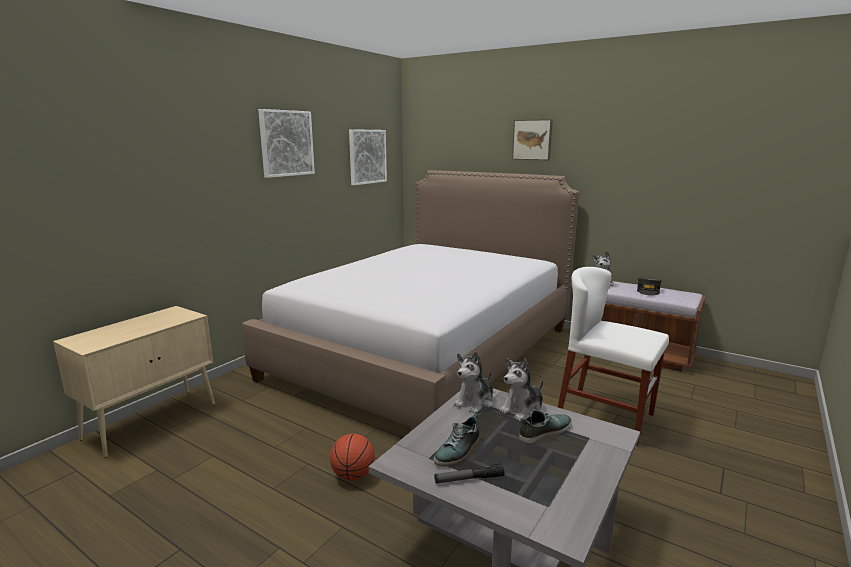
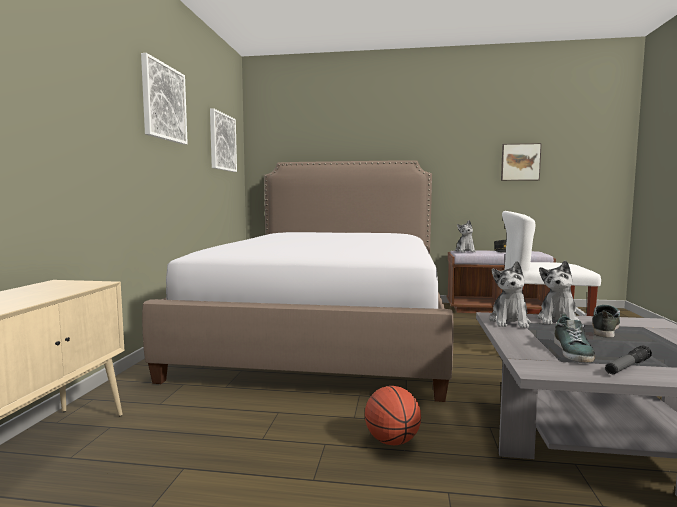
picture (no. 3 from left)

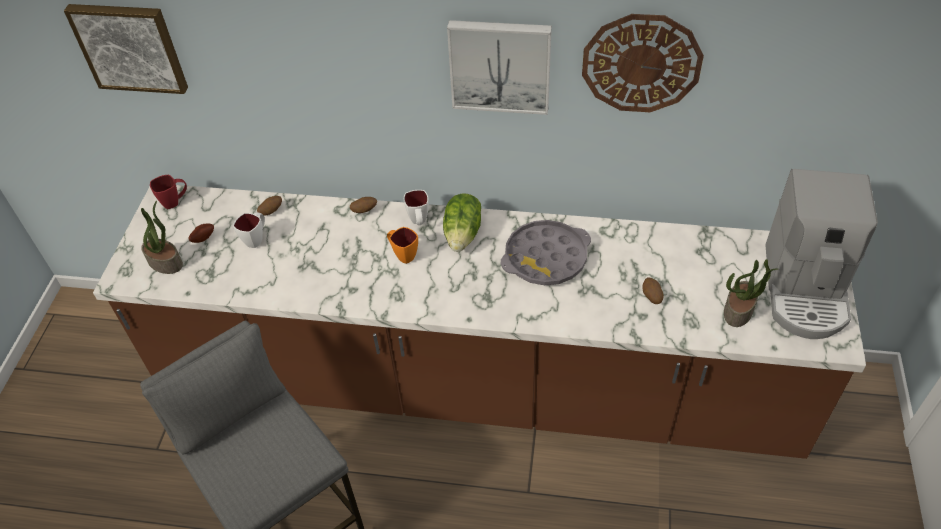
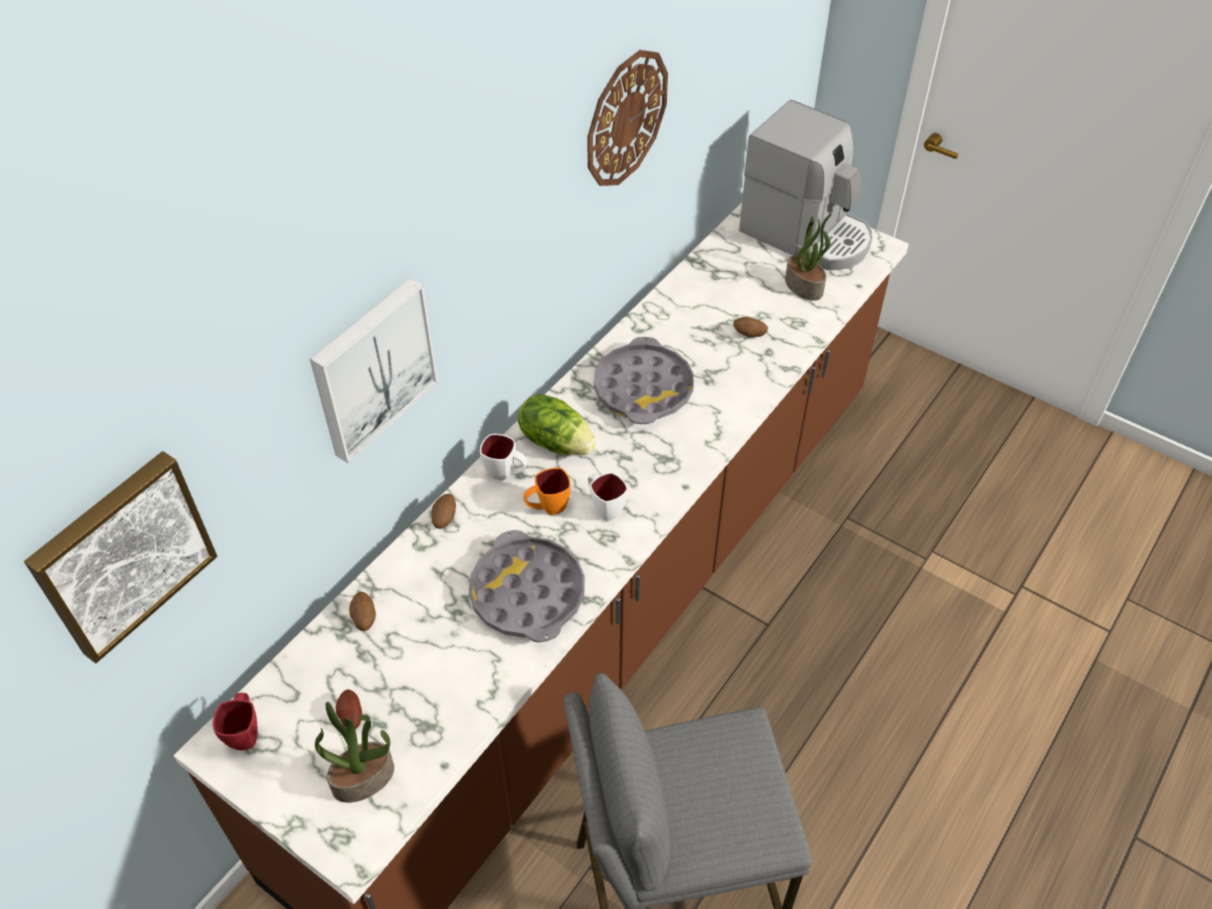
mug (white) (no. 2 from left); picture (no. 2 from left); tray (grey) (no. 1 from left)

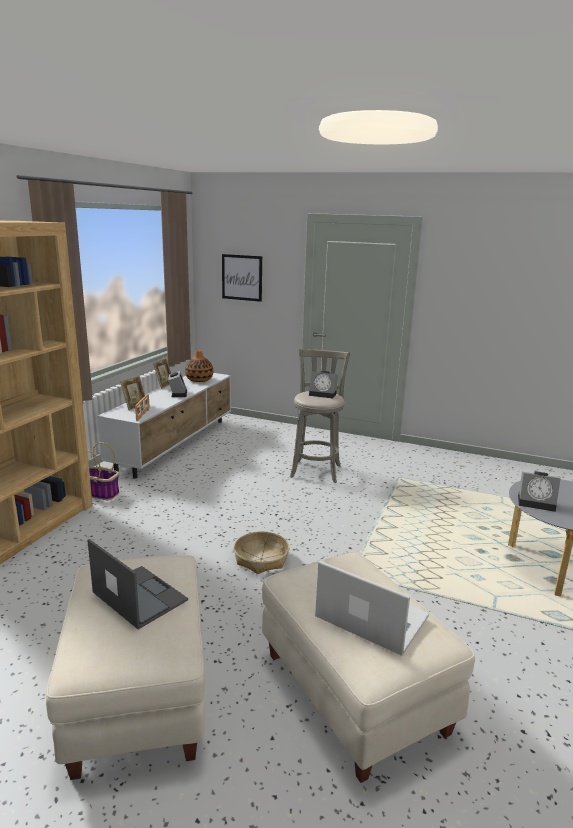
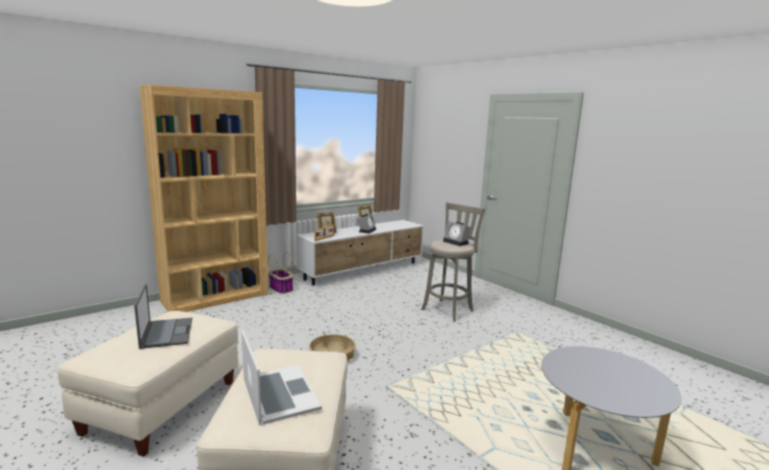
vase; picture; alarm clock (no. 3 from left in the first image)

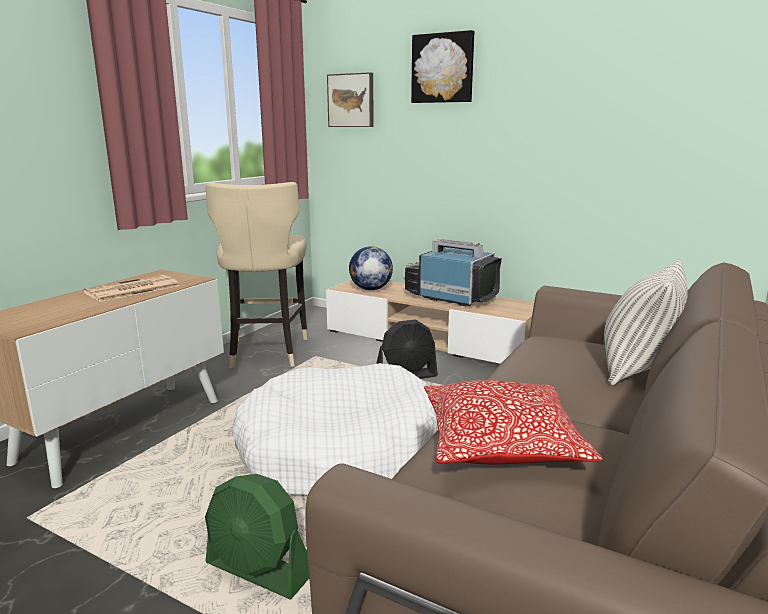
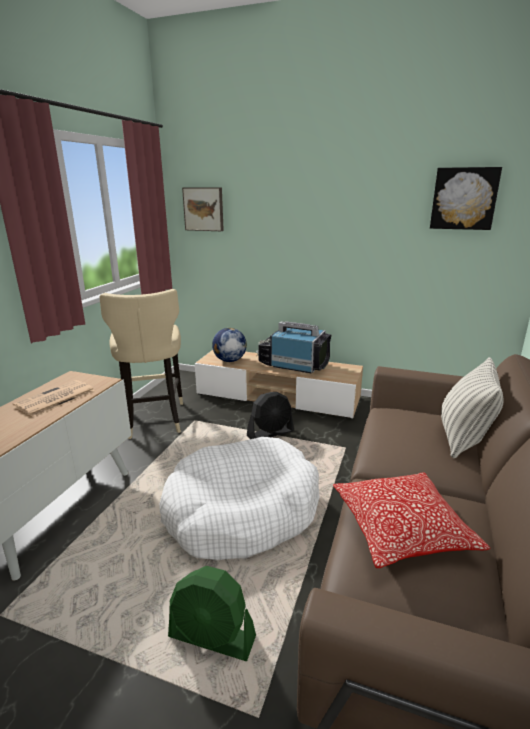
picture (no. 2 from left)

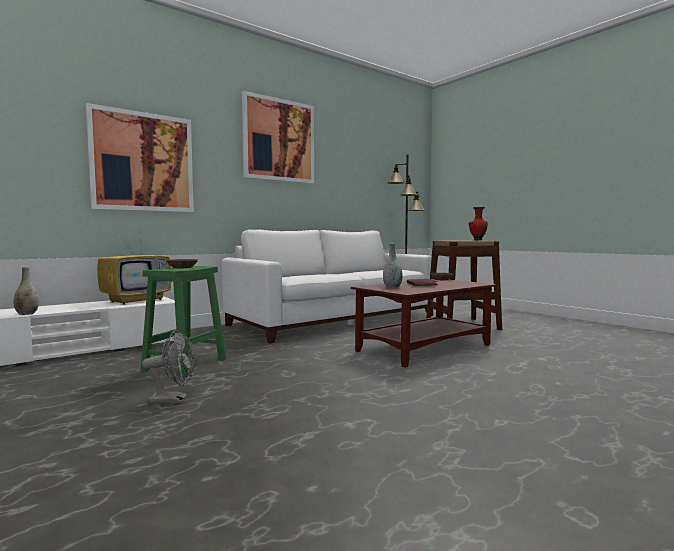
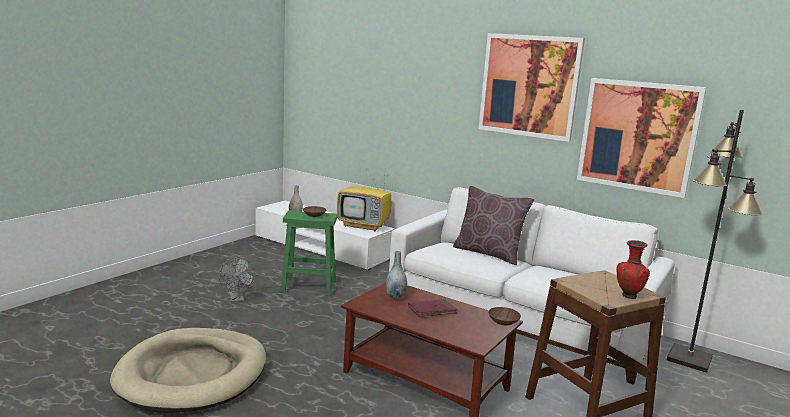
picture (no. 2 from left); dog bed (beige); pillow (brown)

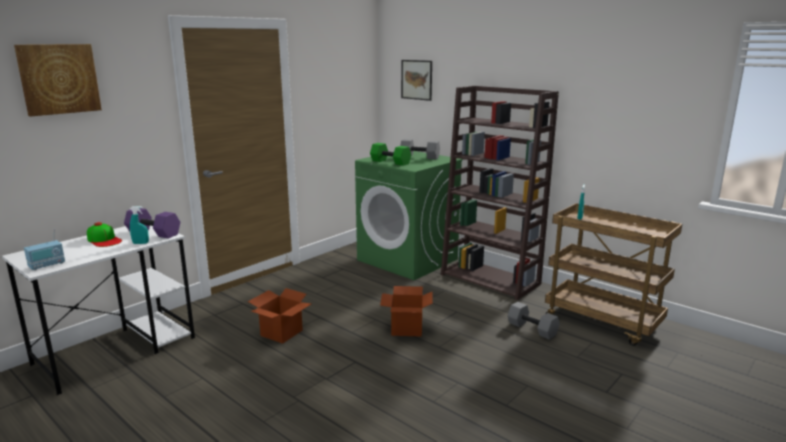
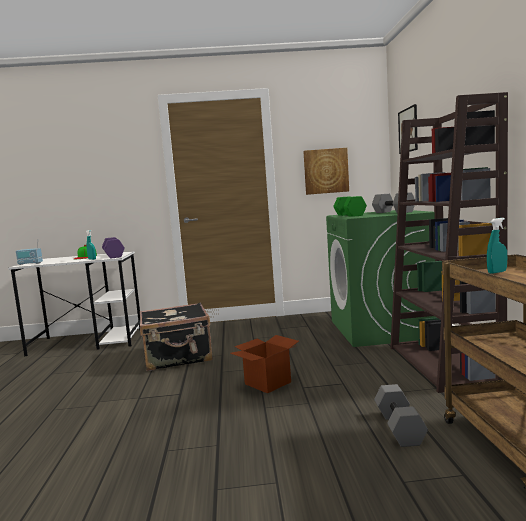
picture (no. 1 from left); suitcase (black)

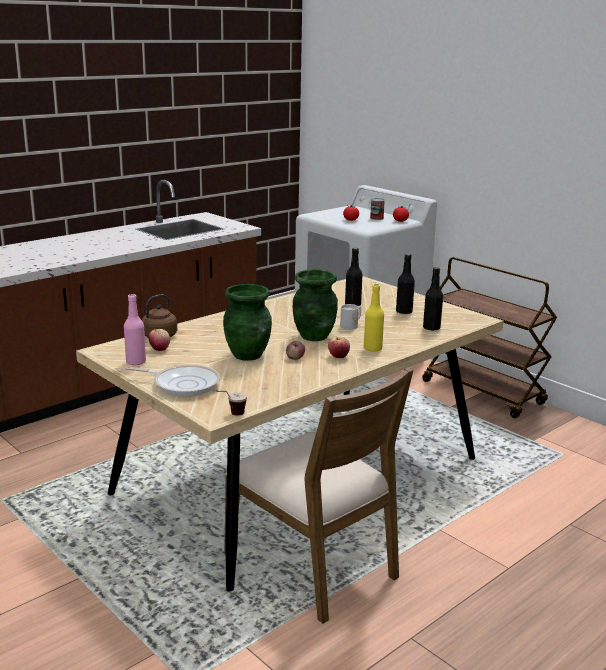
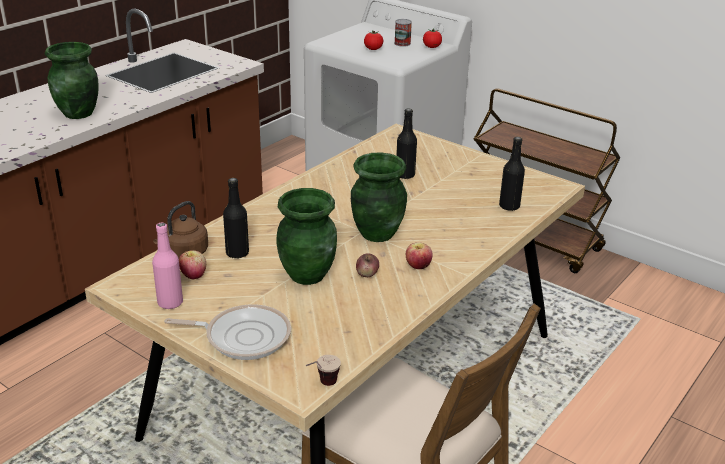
mug (white); bottle (yellow); bottle (black) (no. 1 from left); vase (green) (no. 1 from left)

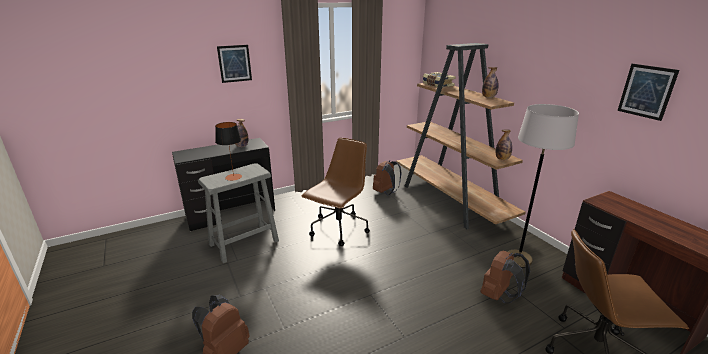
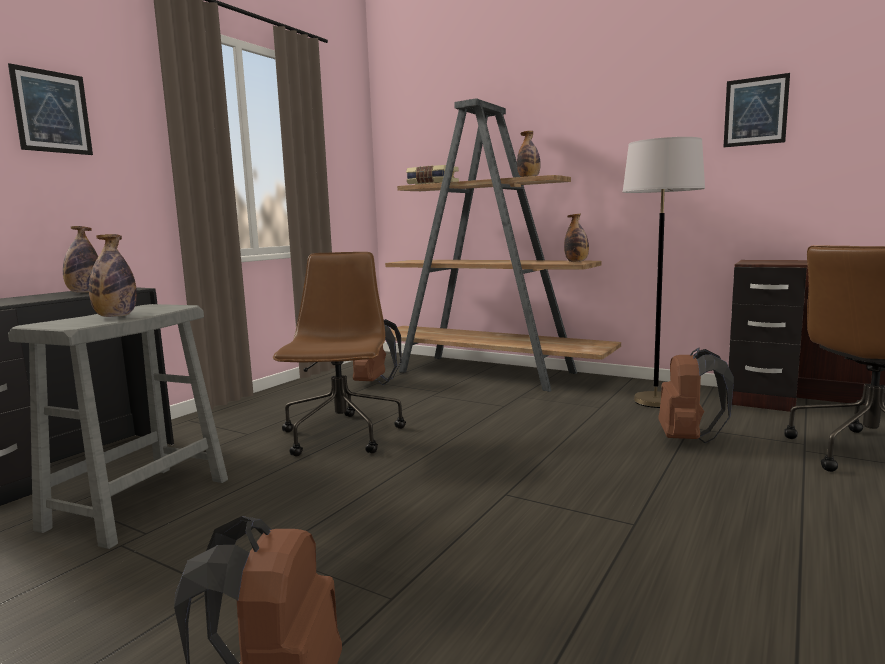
bottle (no. 2 from left)

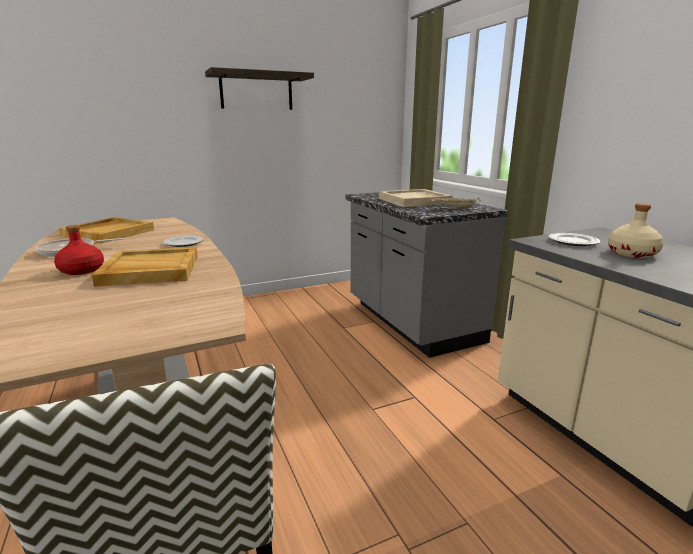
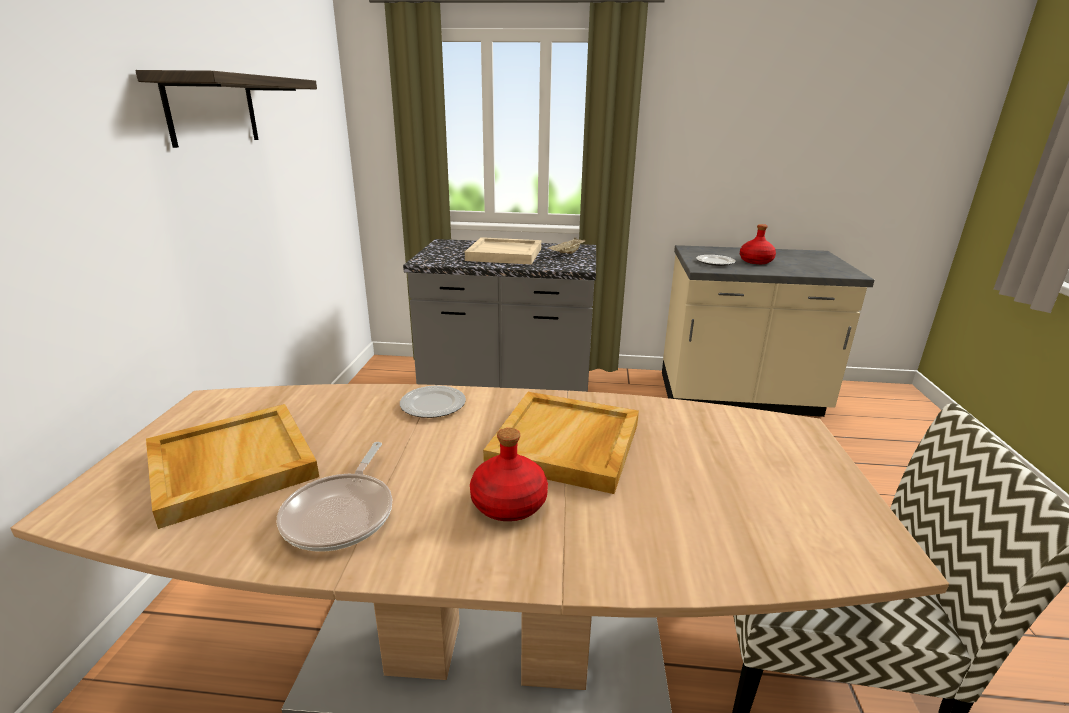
bottle (red) (no. 2 from left)

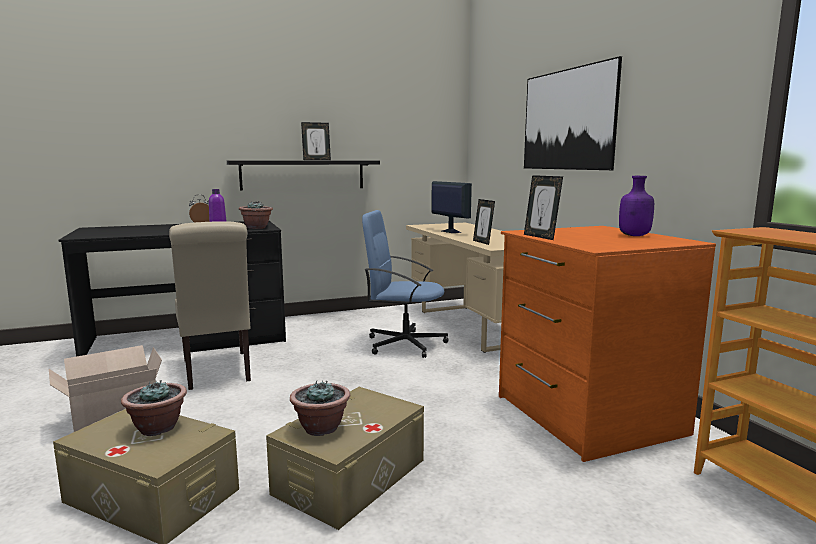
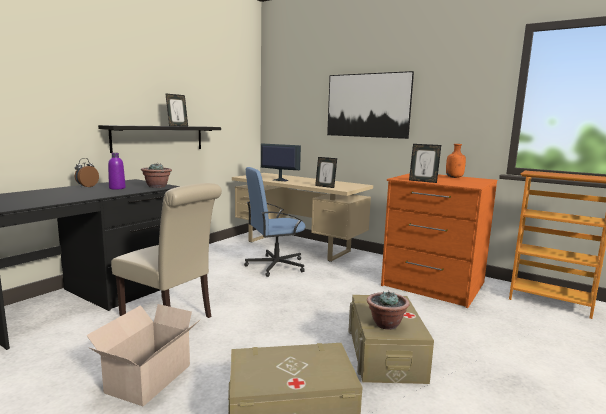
potted plant (no. 1 from left in the first image); bottle (orange)

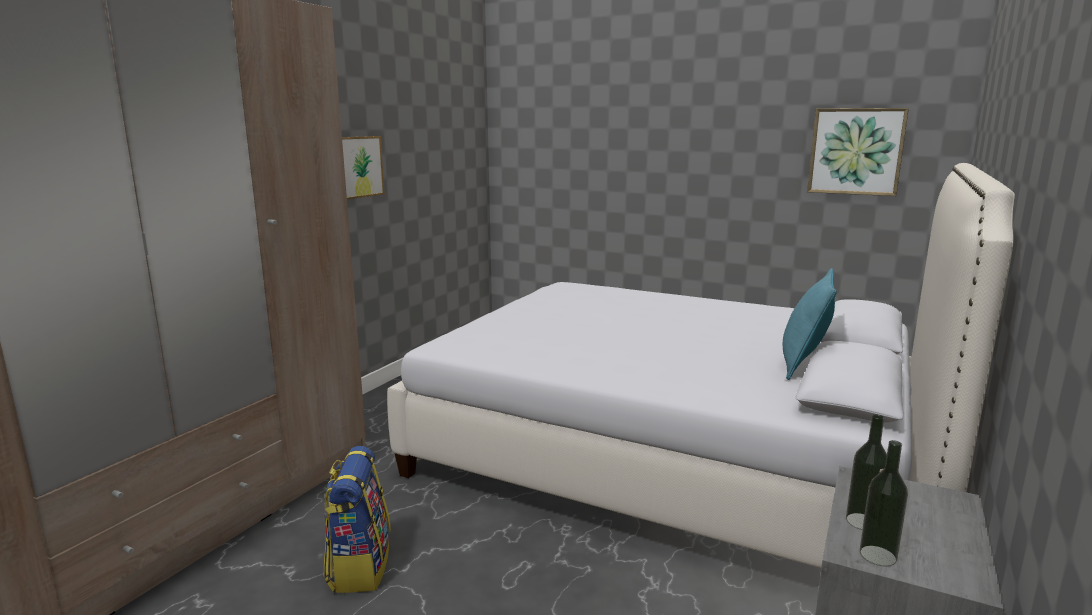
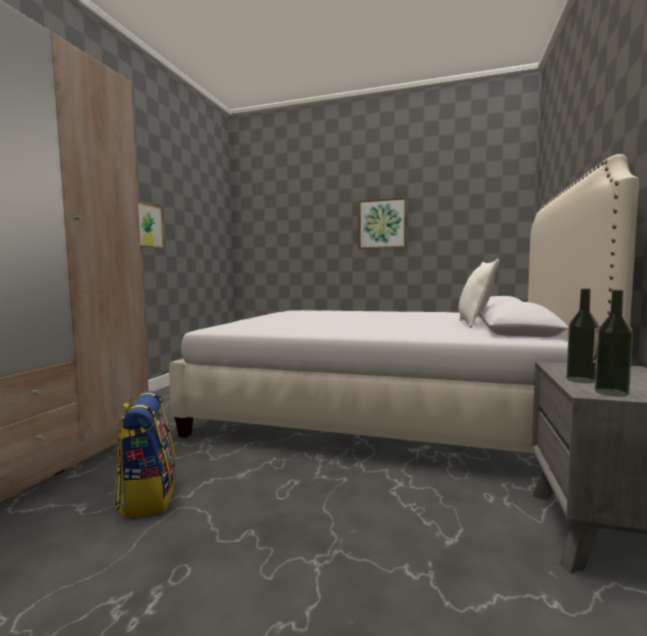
pillow (white); picture (no. 2 from left)

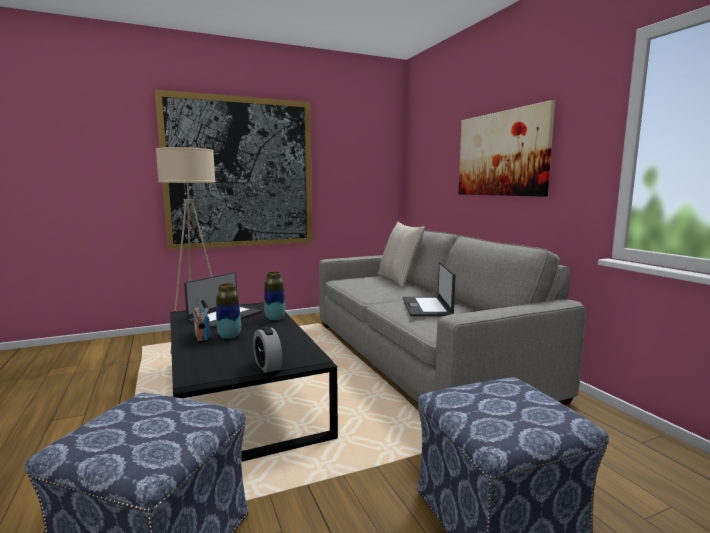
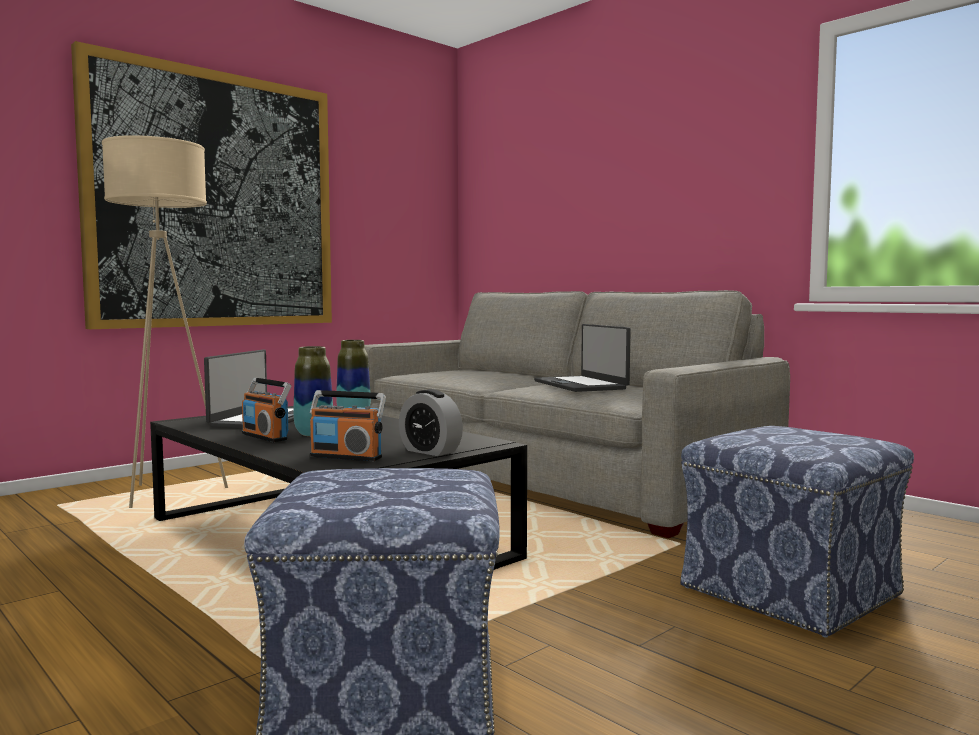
pillow (beige); picture (no. 2 from left in the first image); radio (no. 2 from left)

